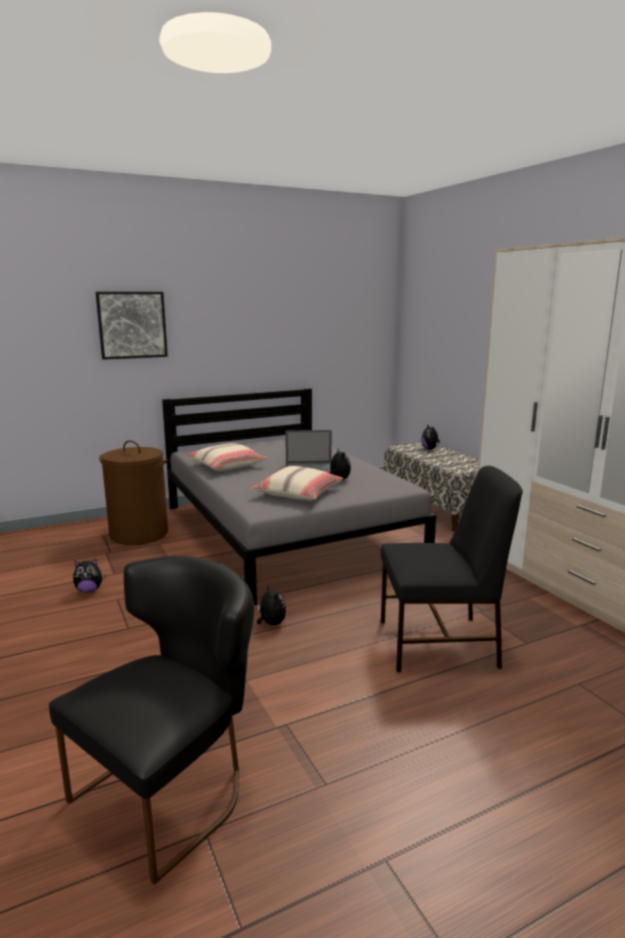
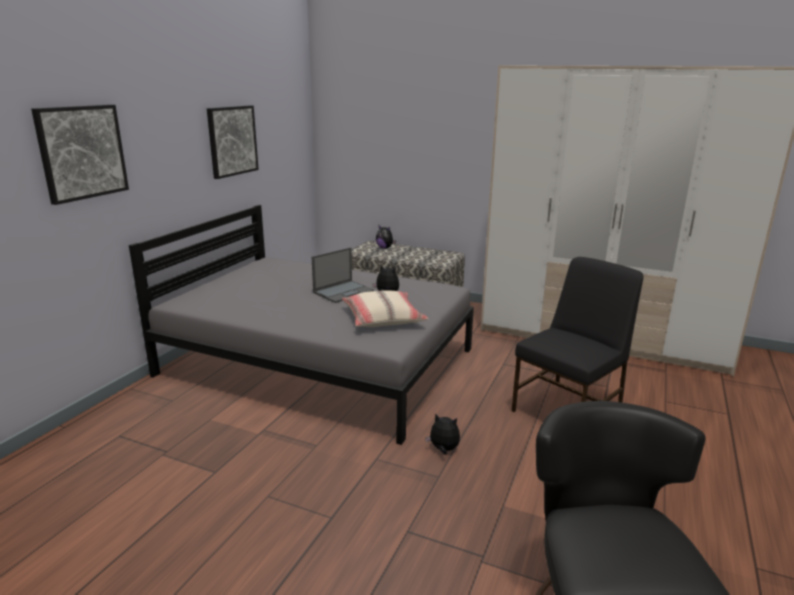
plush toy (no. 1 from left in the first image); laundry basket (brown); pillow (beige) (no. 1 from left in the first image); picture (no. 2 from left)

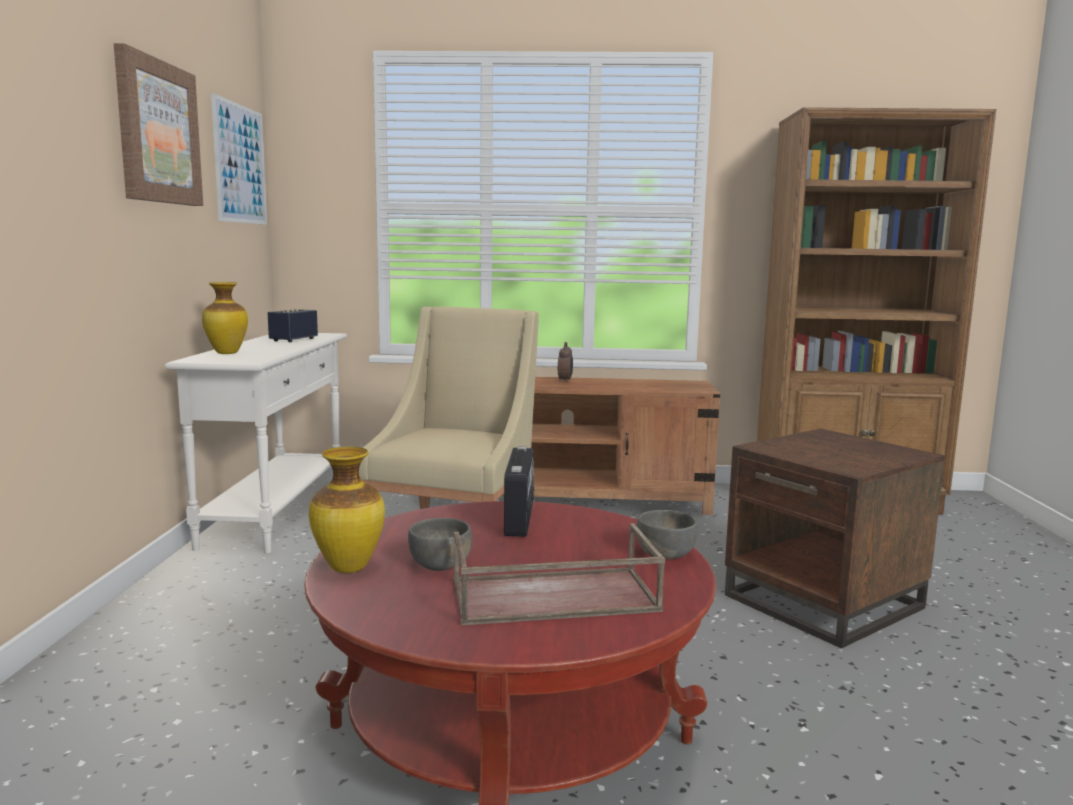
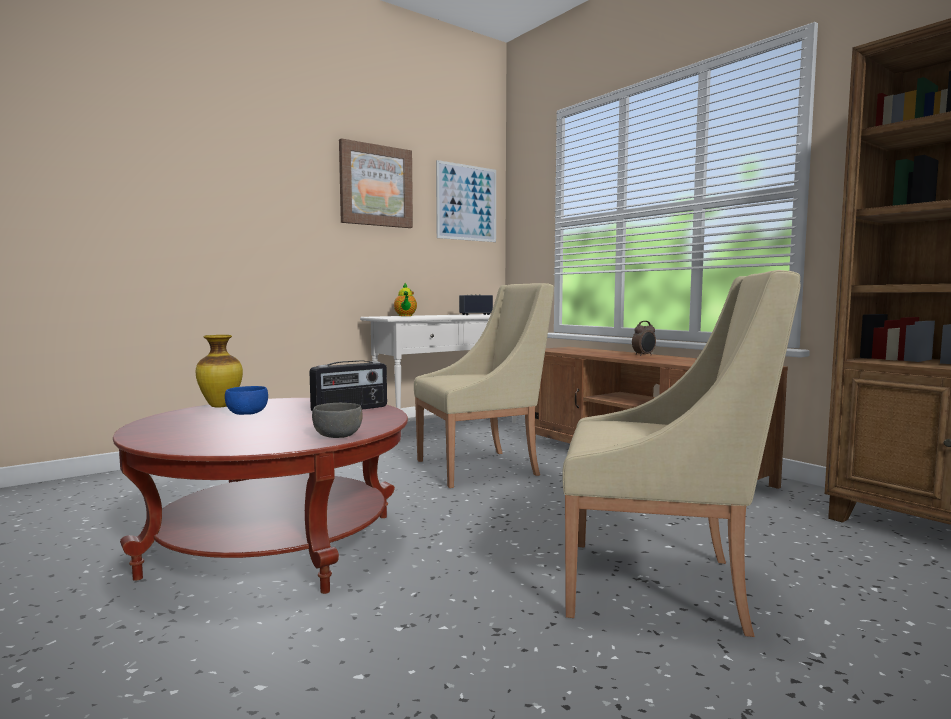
teapot; bowl (blue); tray (brown); armchair (beige) (no. 2 from left)

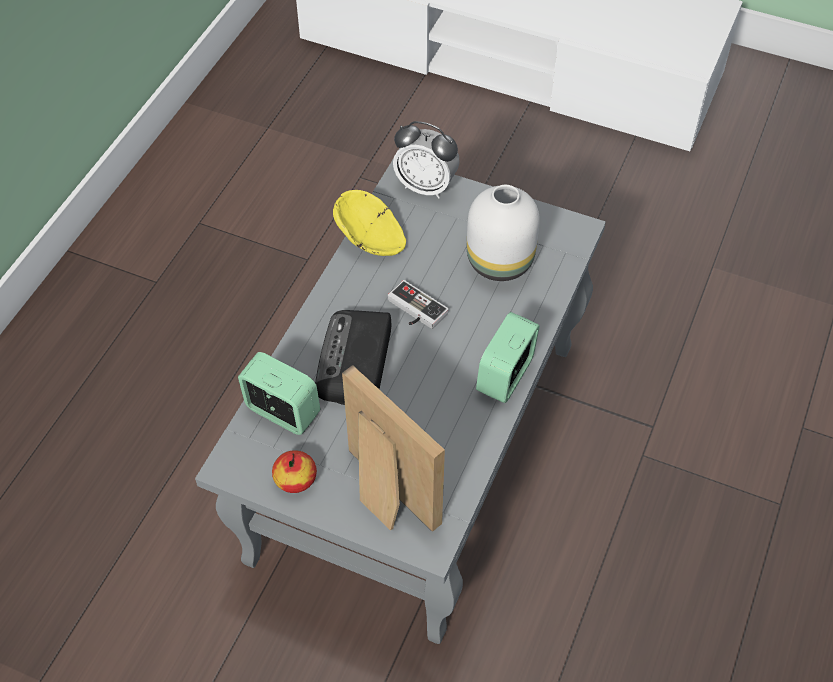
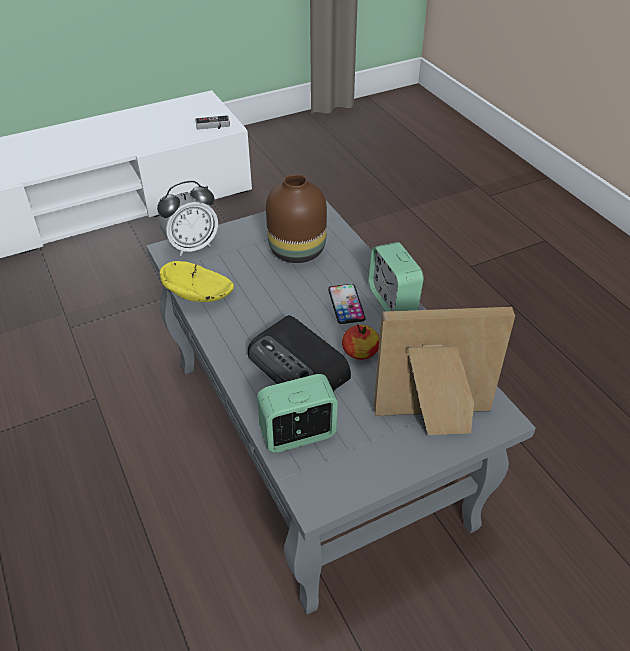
apple; game controller; vase (brown); phone

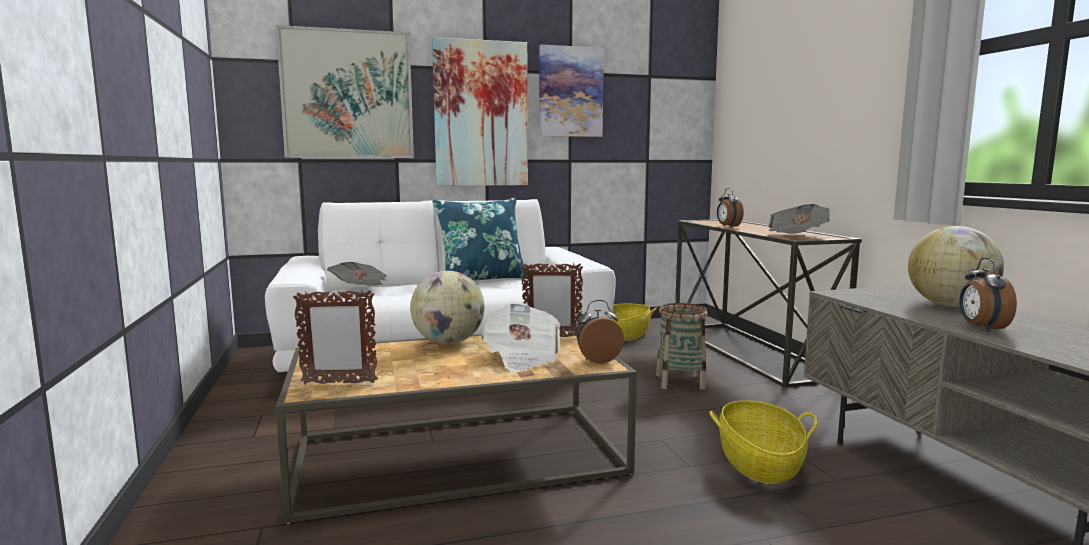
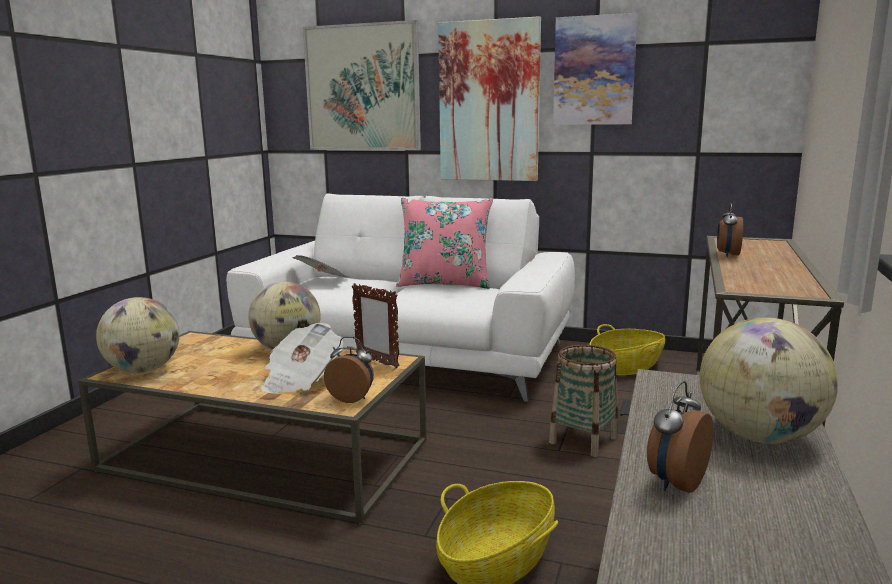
globe (no. 1 from left); pillow (pink); newspaper (no. 3 from left in the first image)

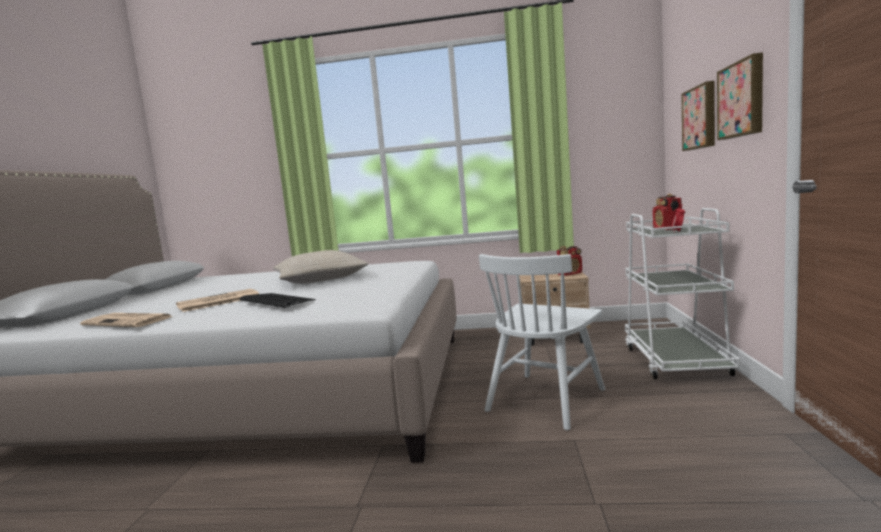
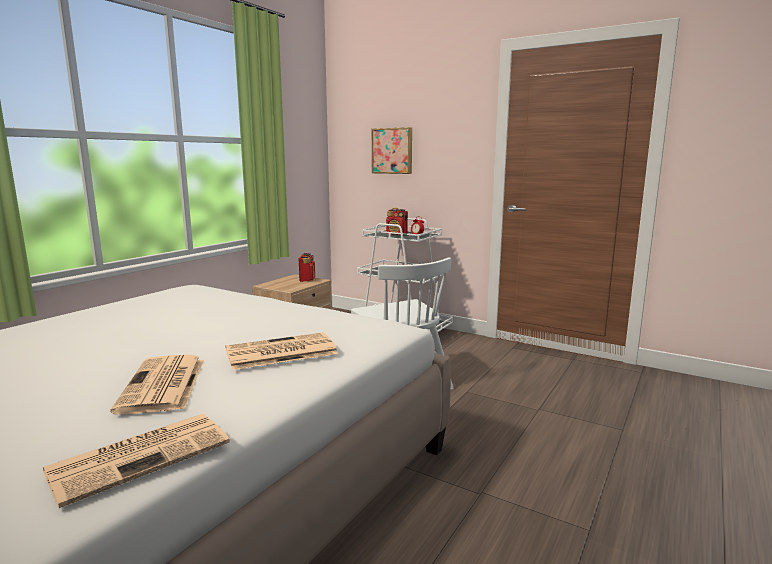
newspaper (no. 3 from left); pillow (beige); picture (no. 2 from left in the first image)

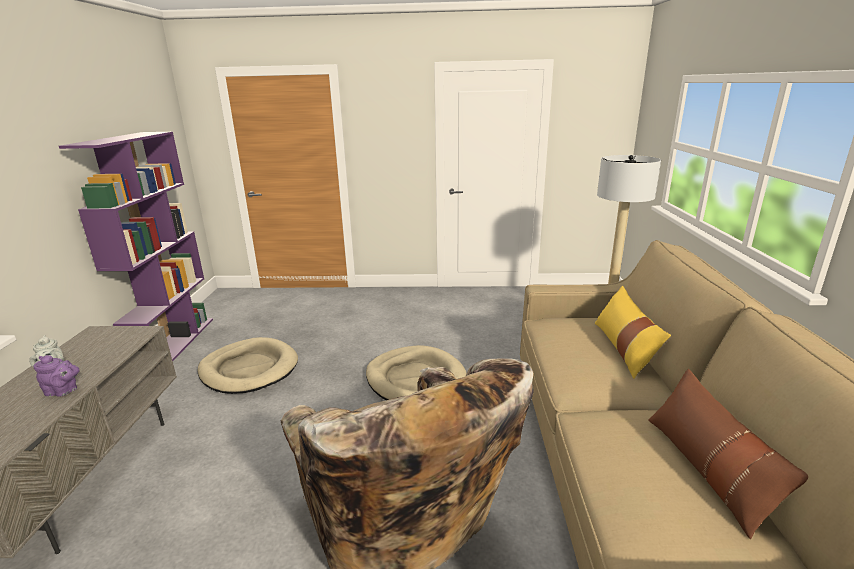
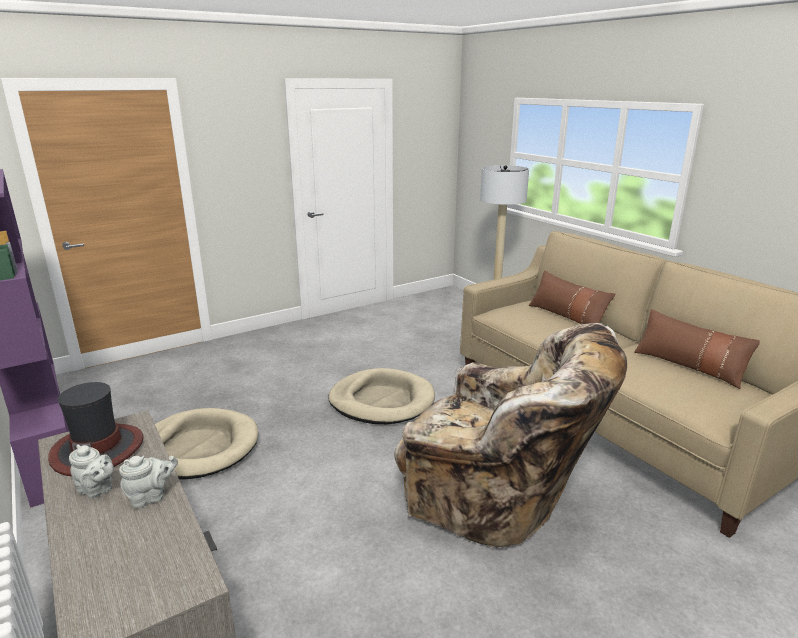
teapot (grey) (no. 2 from left); pillow (brown) (no. 1 from left); hat

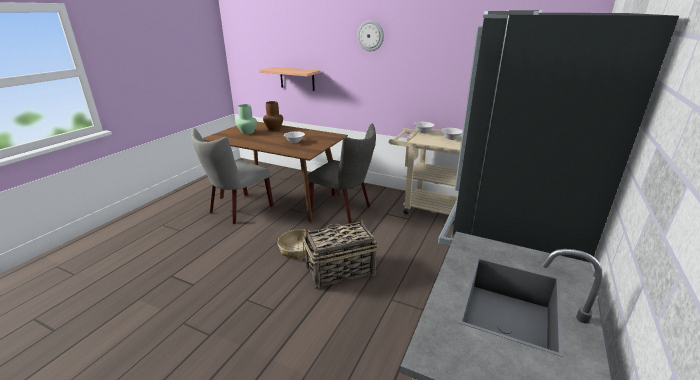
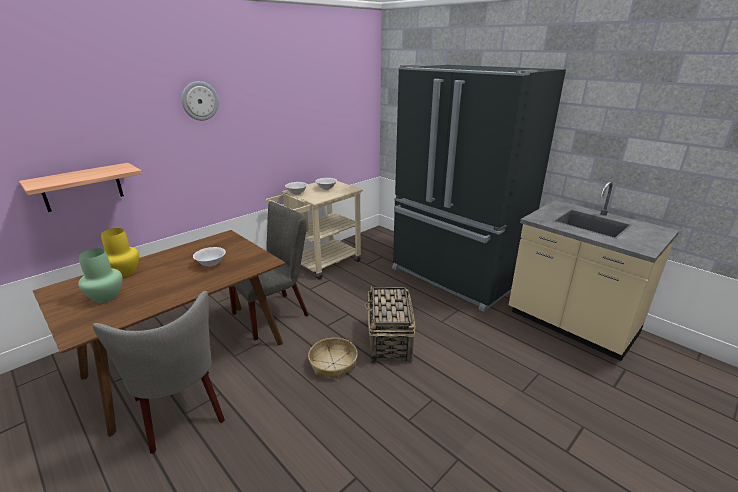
vase (yellow)

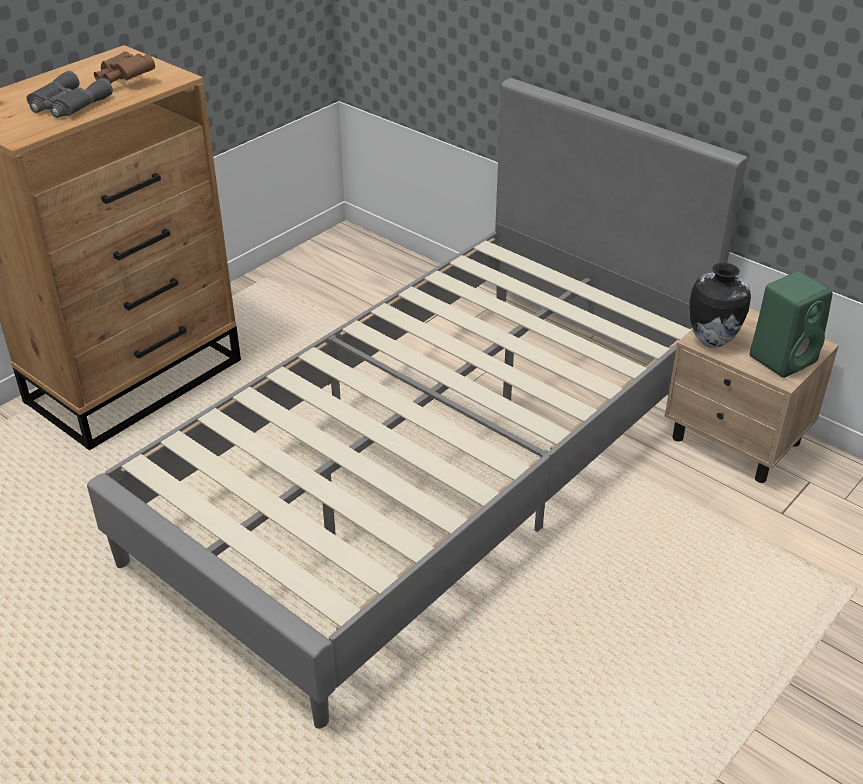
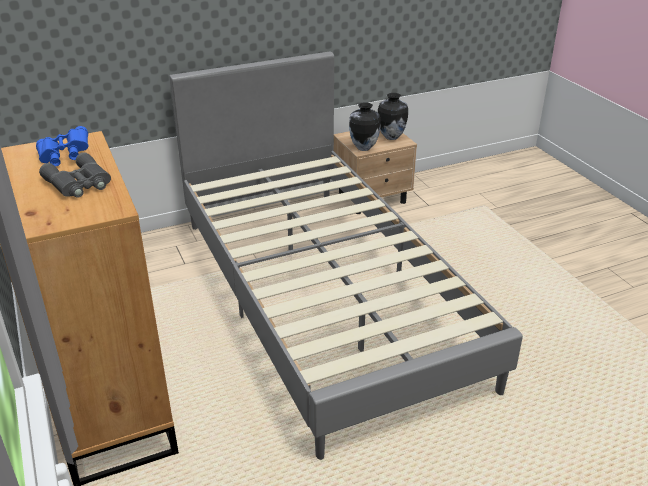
binoculars (blue); vase (no. 2 from left)

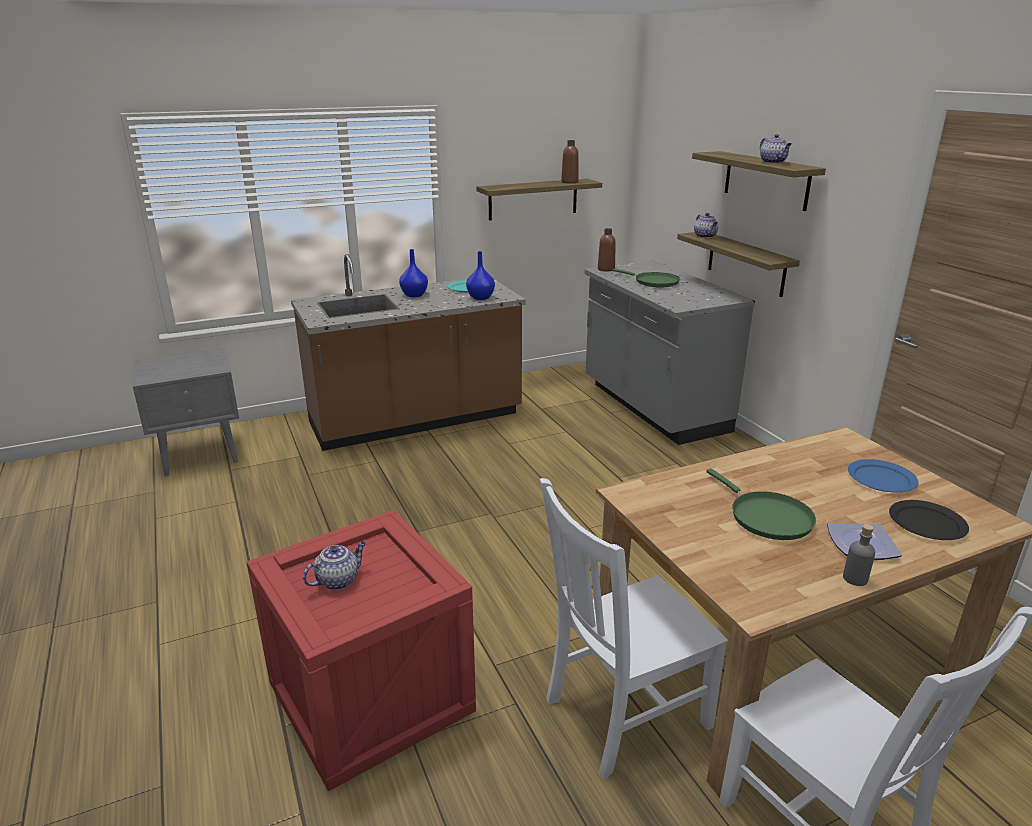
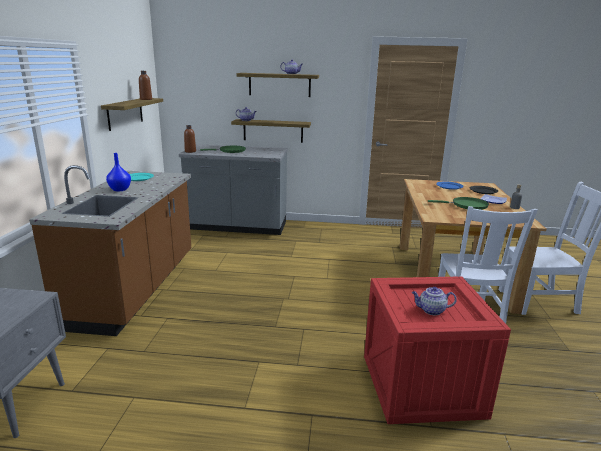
teapot (no. 3 from left); vase (blue) (no. 2 from left in the first image)

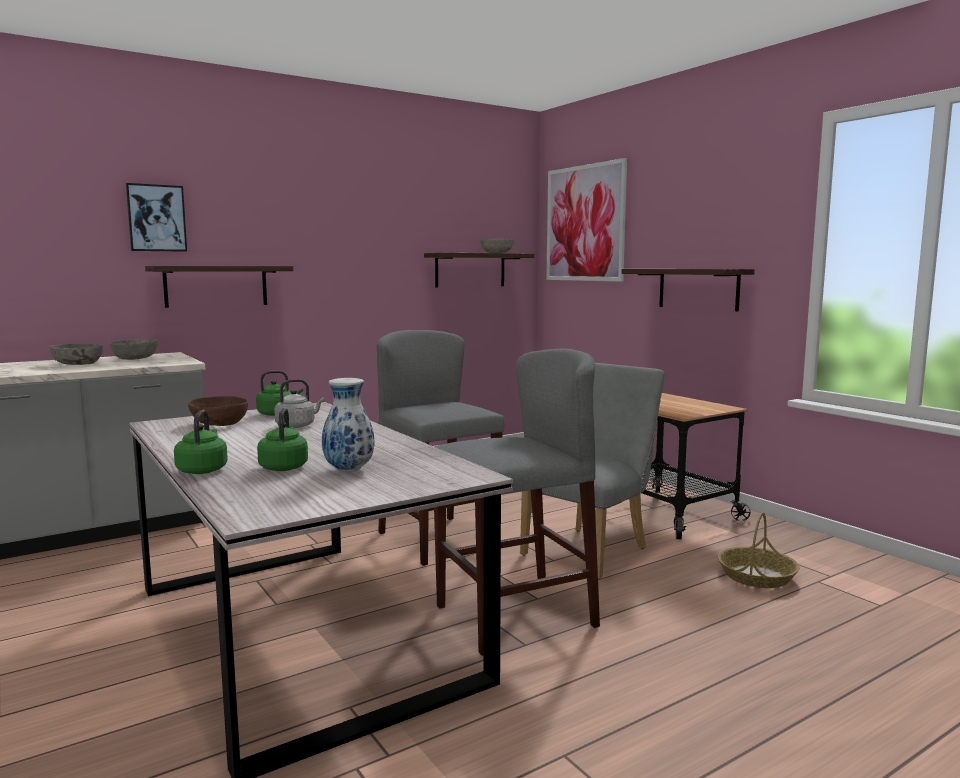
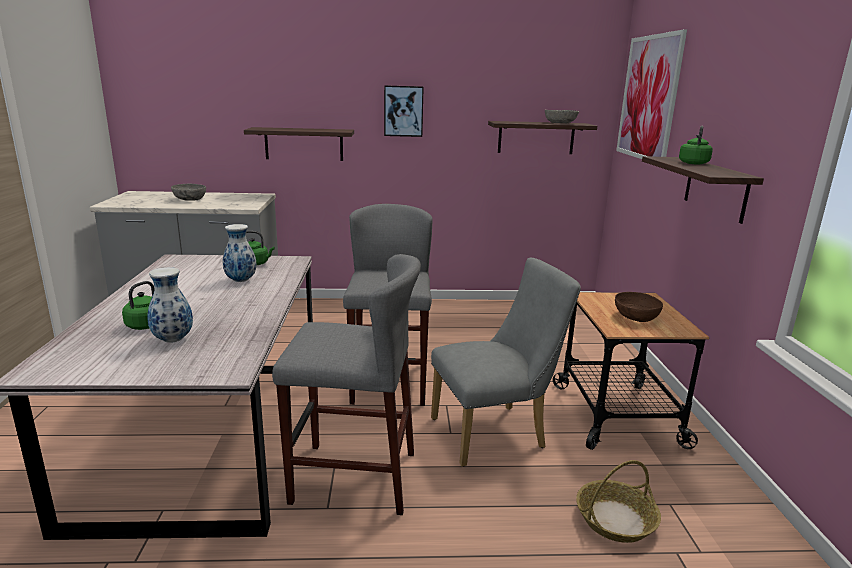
bowl (grey) (no. 2 from left in the first image); picture (no. 1 from left); kettle (green) (no. 3 from left); bowl (brown); vase (no. 2 from left)

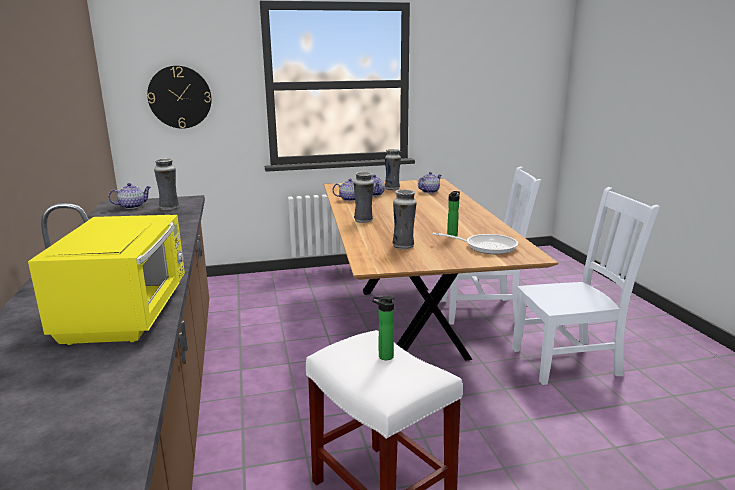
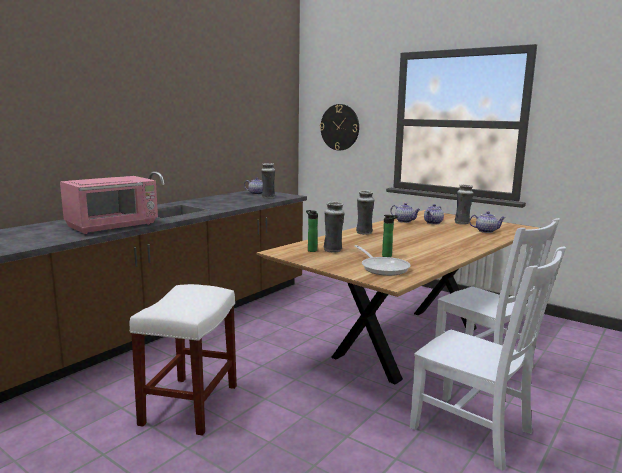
microwave (pink); bottle (no. 1 from left)

